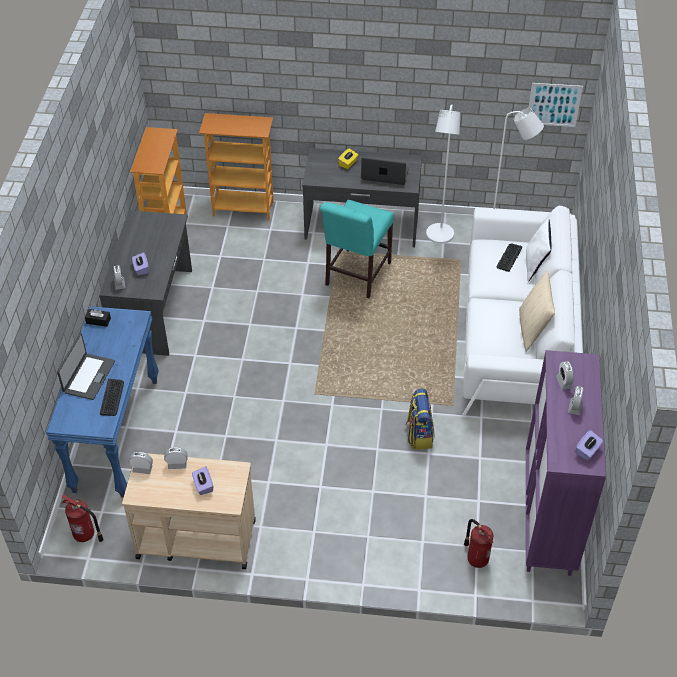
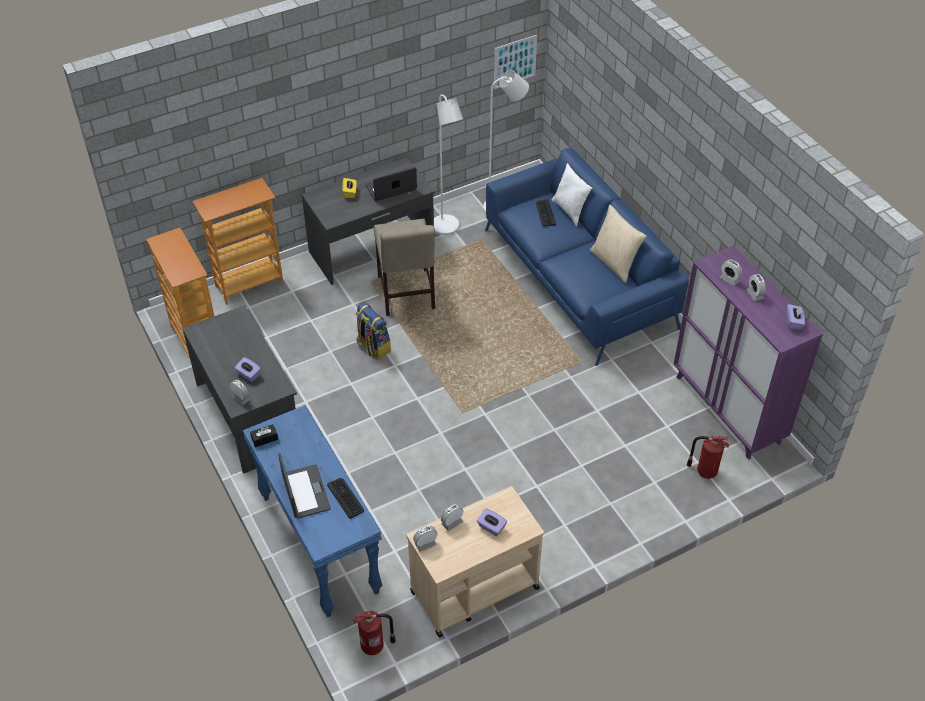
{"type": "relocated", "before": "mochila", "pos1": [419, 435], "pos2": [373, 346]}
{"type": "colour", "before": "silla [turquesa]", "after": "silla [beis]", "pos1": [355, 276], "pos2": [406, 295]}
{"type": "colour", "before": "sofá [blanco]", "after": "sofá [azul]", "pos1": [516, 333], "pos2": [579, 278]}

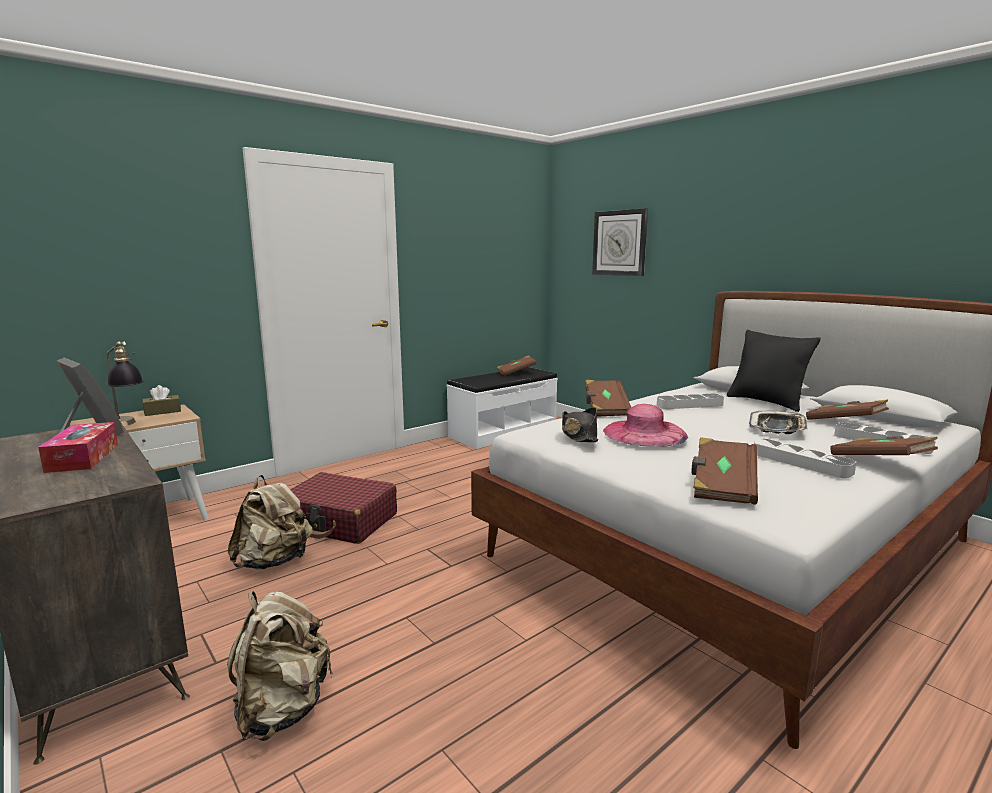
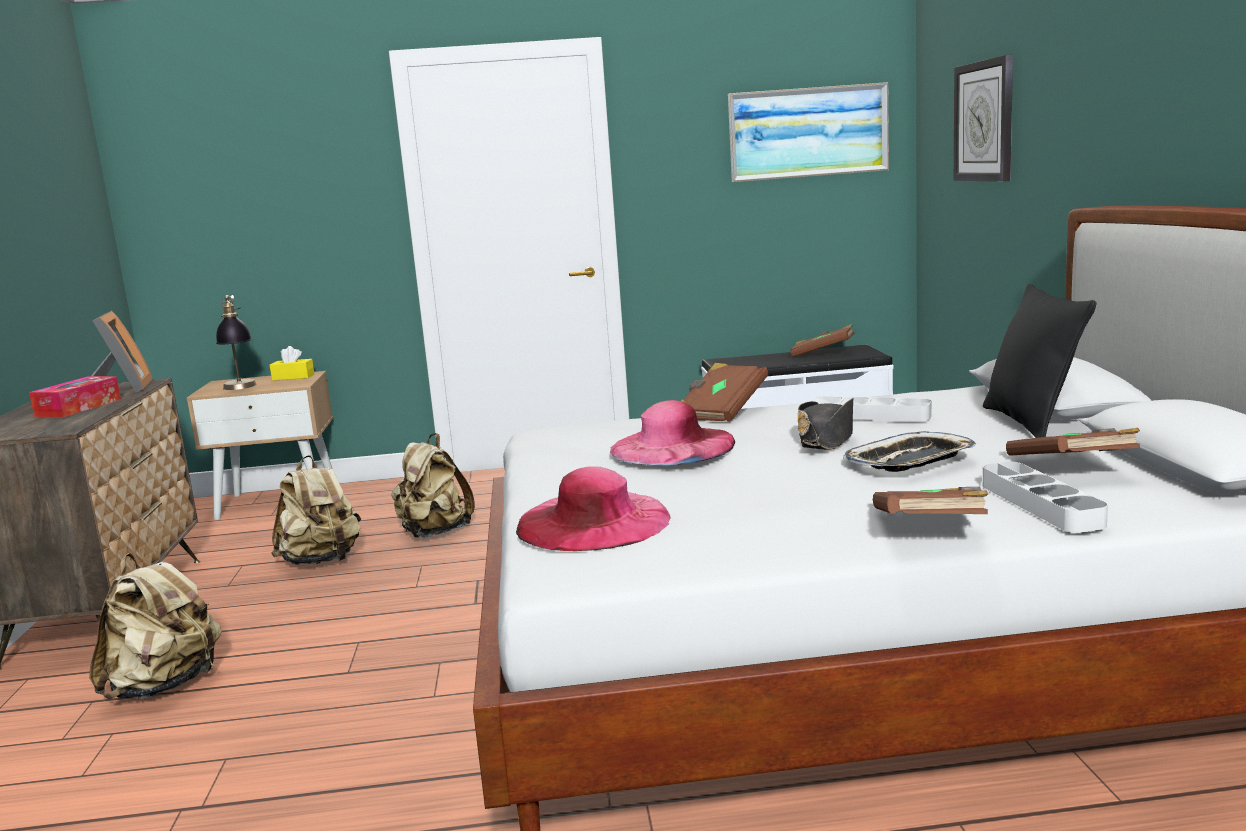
{"type": "colour", "before": "caja de pañuelos [marrón]", "after": "caja de pañuelos [amarillo]", "pos1": [162, 412], "pos2": [293, 377]}
{"type": "exchanged", "before": "maleta [rojo]", "after": "mochila [beis]", "pos1": [340, 521], "pos2": [434, 533]}
{"type": "exchanged", "before": "libro [marrón]", "after": "sombrero [rosa]", "pos1": [722, 487], "pos2": [593, 521]}
{"type": "appeared", "after": "cuadro", "pos2": [808, 132]}
{"type": "relocated", "before": "sombrero [negro]", "pos1": [579, 435], "pos2": [826, 439]}
{"type": "missing", "before": "bandeja [gris]", "pos1": [801, 463]}

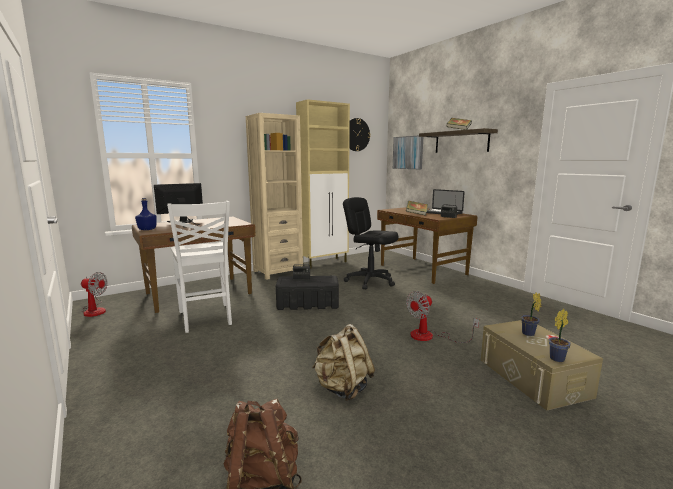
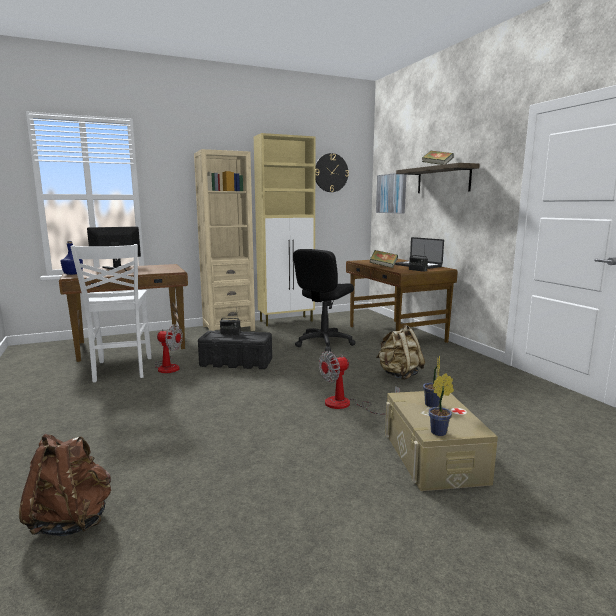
{"type": "relocated", "before": "ventilador", "pos1": [94, 310], "pos2": [167, 366]}
{"type": "spun", "before": "silla de oficina [negro]", "pos1": [370, 281], "pos2": [324, 343], "turn": -105}
{"type": "relocated", "before": "mochila [beis]", "pos1": [342, 388], "pos2": [399, 375]}

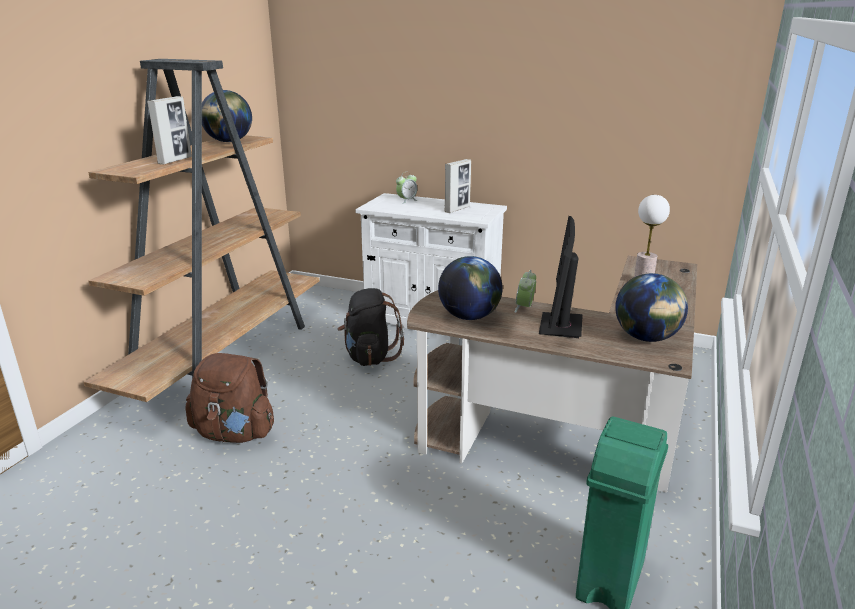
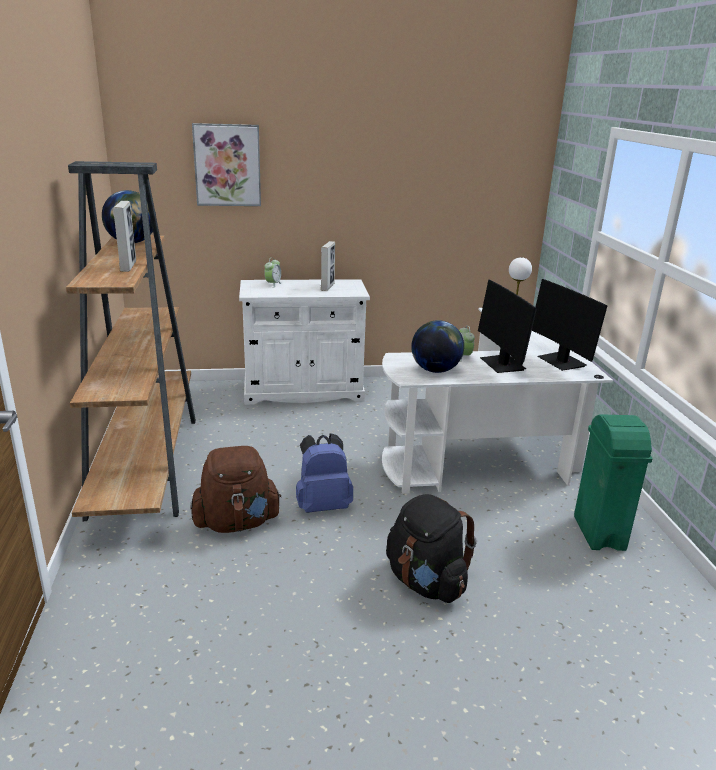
{"type": "appeared", "after": "cuadro", "pos2": [227, 165]}
{"type": "appeared", "after": "mochila [azul]", "pos2": [323, 505]}
{"type": "colour", "before": "escritorio [marrón]", "after": "escritorio [blanco]", "pos1": [575, 431], "pos2": [492, 449]}
{"type": "relocated", "before": "mochila [negro]", "pos1": [369, 356], "pos2": [426, 582]}
{"type": "exchanged", "before": "globo terráqueo", "after": "monitor", "pos1": [646, 338], "pos2": [561, 362]}

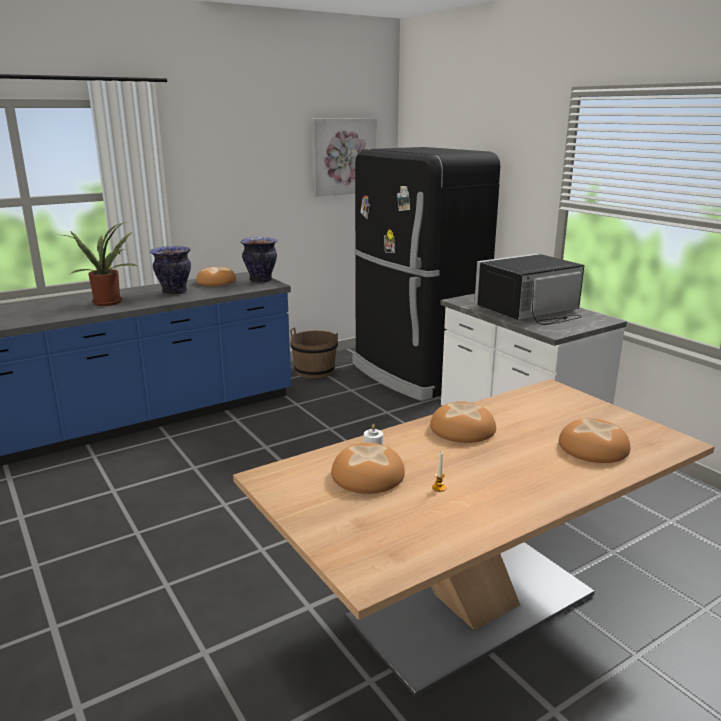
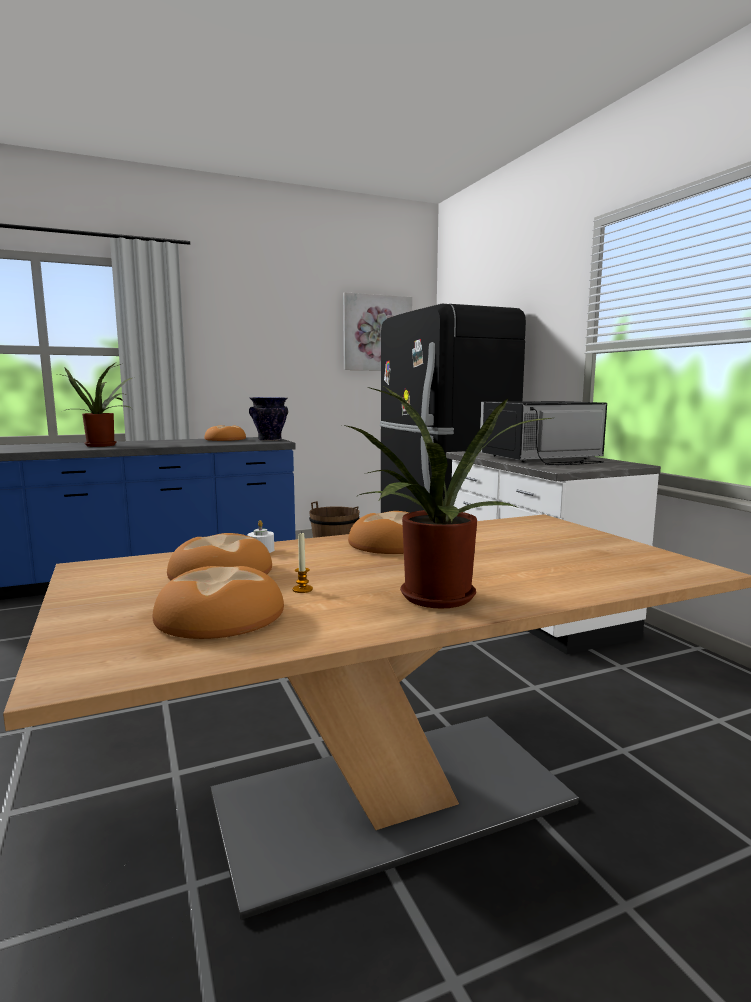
{"type": "relocated", "before": "pan", "pos1": [593, 447], "pos2": [221, 615]}
{"type": "appeared", "after": "planta en maceta", "pos2": [434, 600]}
{"type": "missing", "before": "florero", "pos1": [174, 292]}

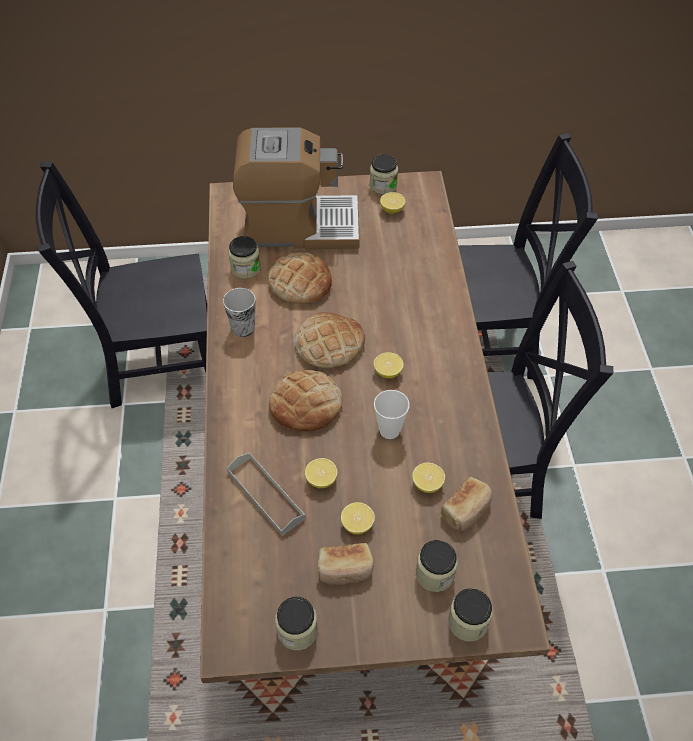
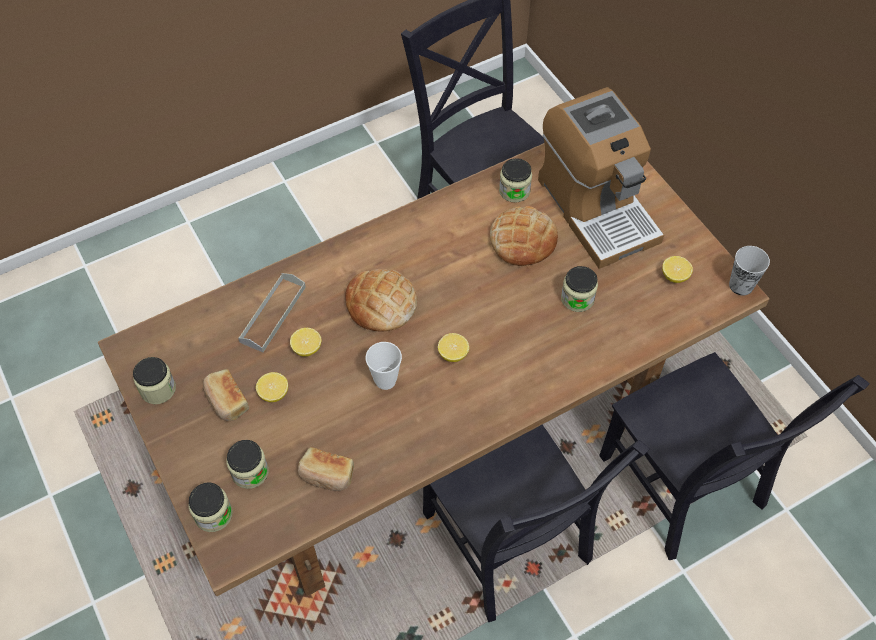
{"type": "relocated", "before": "tarro", "pos1": [383, 185], "pos2": [577, 298]}
{"type": "relocated", "before": "taza", "pos1": [243, 328], "pos2": [741, 285]}
{"type": "missing", "before": "pan", "pos1": [329, 344]}
{"type": "missing", "before": "limón", "pos1": [427, 484]}

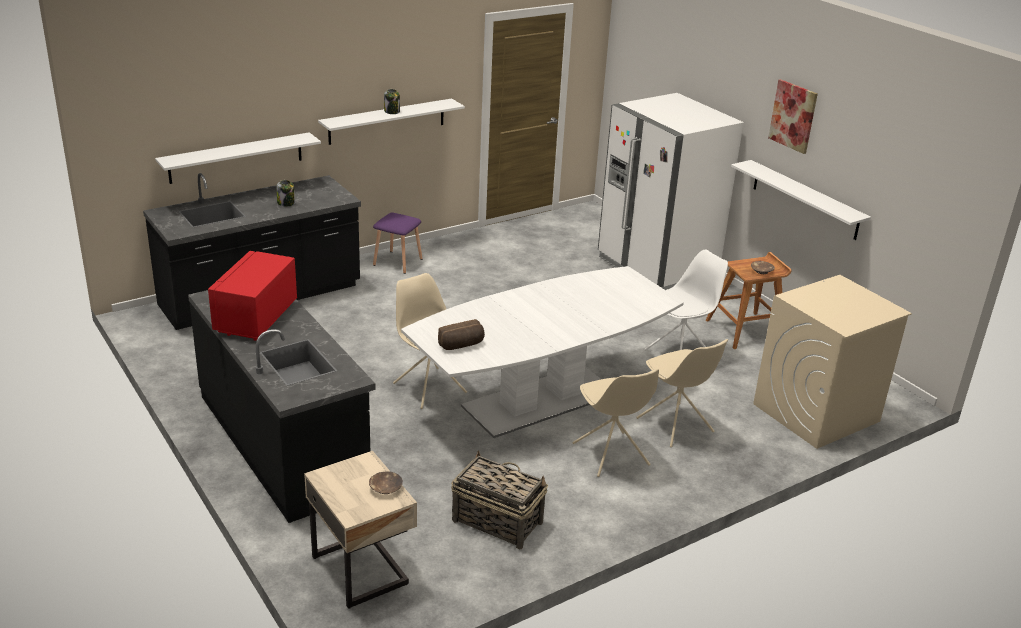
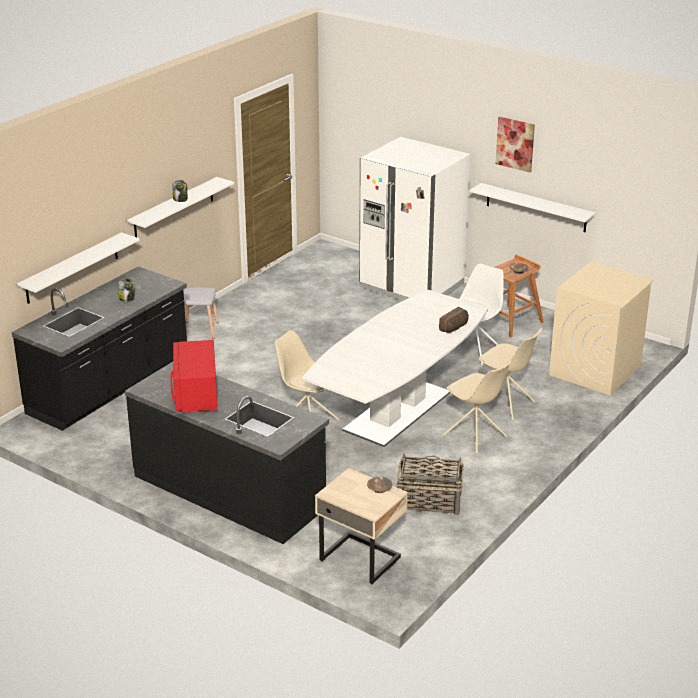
{"type": "colour", "before": "taburete [morado]", "after": "taburete [gris]", "pos1": [397, 262], "pos2": [200, 330]}
{"type": "relocated", "before": "pan", "pos1": [462, 345], "pos2": [455, 327]}

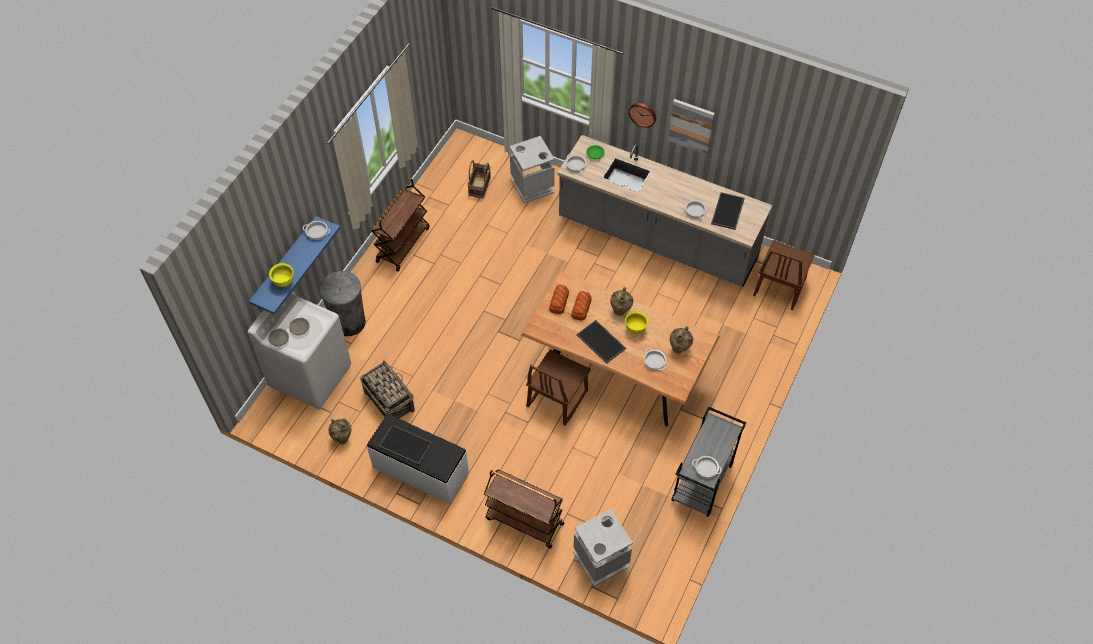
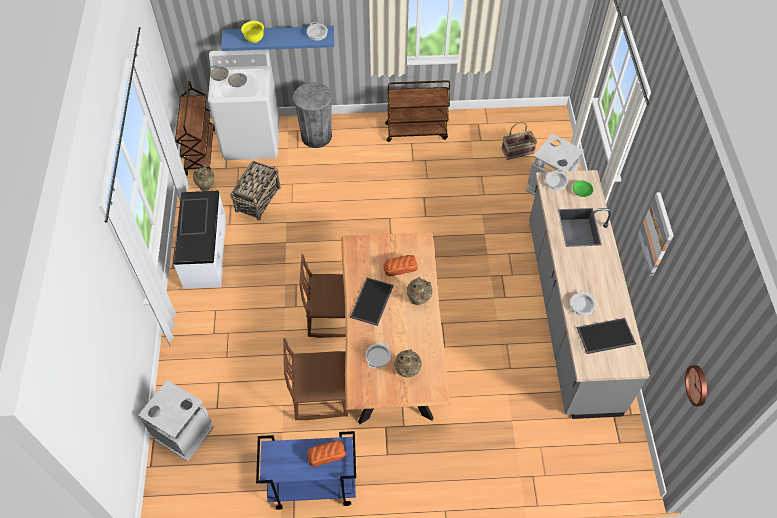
{"type": "relocated", "before": "carrito [marrón]", "pos1": [523, 521], "pos2": [200, 151]}
{"type": "colour", "before": "carrito [gris]", "after": "carrito [azul]", "pos1": [702, 483], "pos2": [312, 486]}
{"type": "relocated", "before": "silla [marrón]", "pos1": [778, 287], "pos2": [320, 395]}
{"type": "relocated", "before": "pan", "pos1": [558, 301], "pos2": [326, 454]}
{"type": "relocated", "before": "reloj de pared", "pos1": [643, 114], "pos2": [698, 385]}
{"type": "missing", "before": "cuenco [amarillo]", "pos1": [635, 328]}
{"type": "missing", "before": "olla", "pos1": [706, 468]}

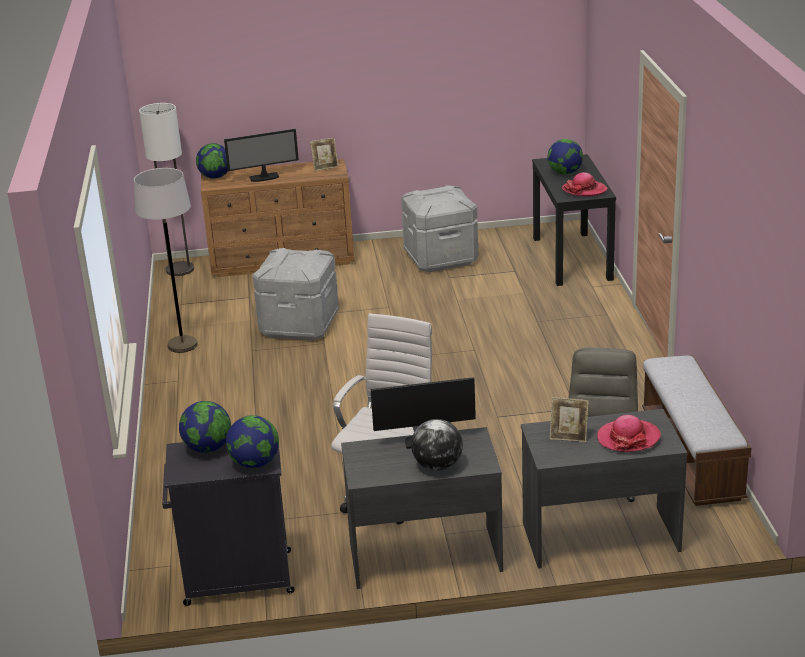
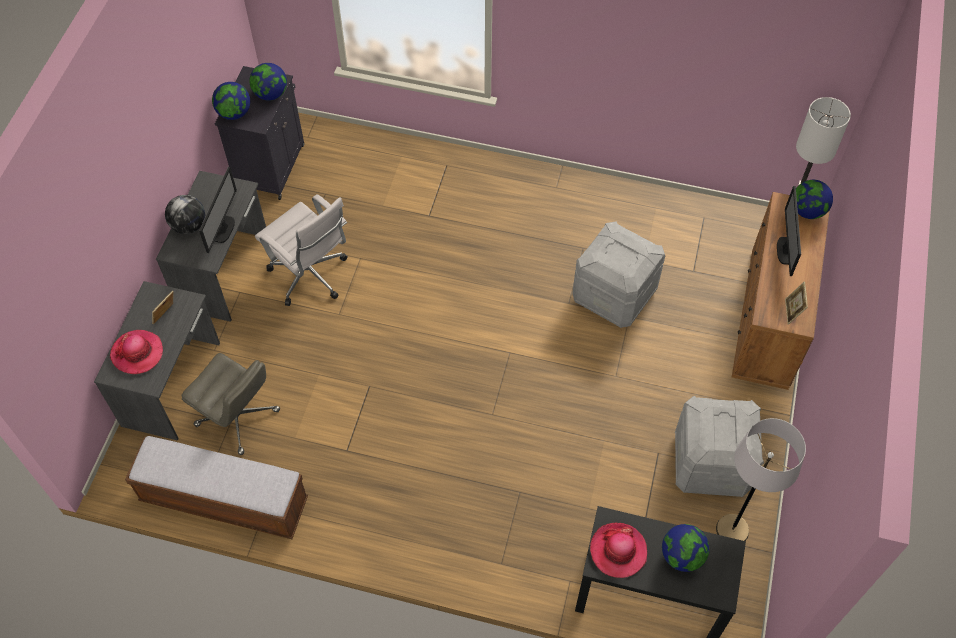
{"type": "relocated", "before": "lámpara de pie [gris]", "pos1": [182, 345], "pos2": [732, 530]}

